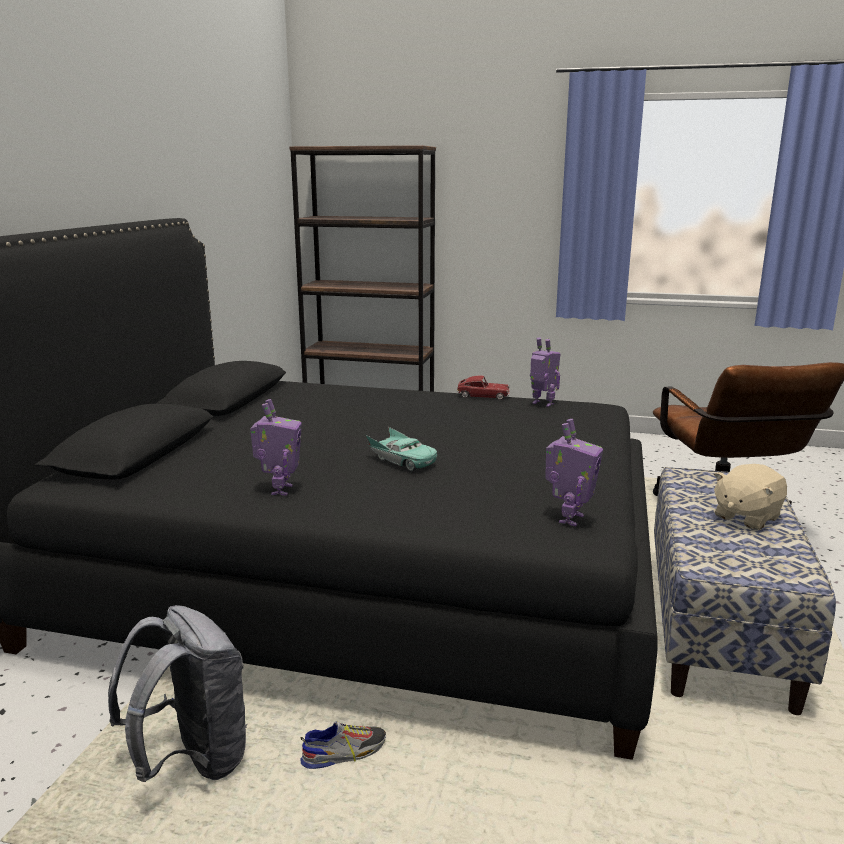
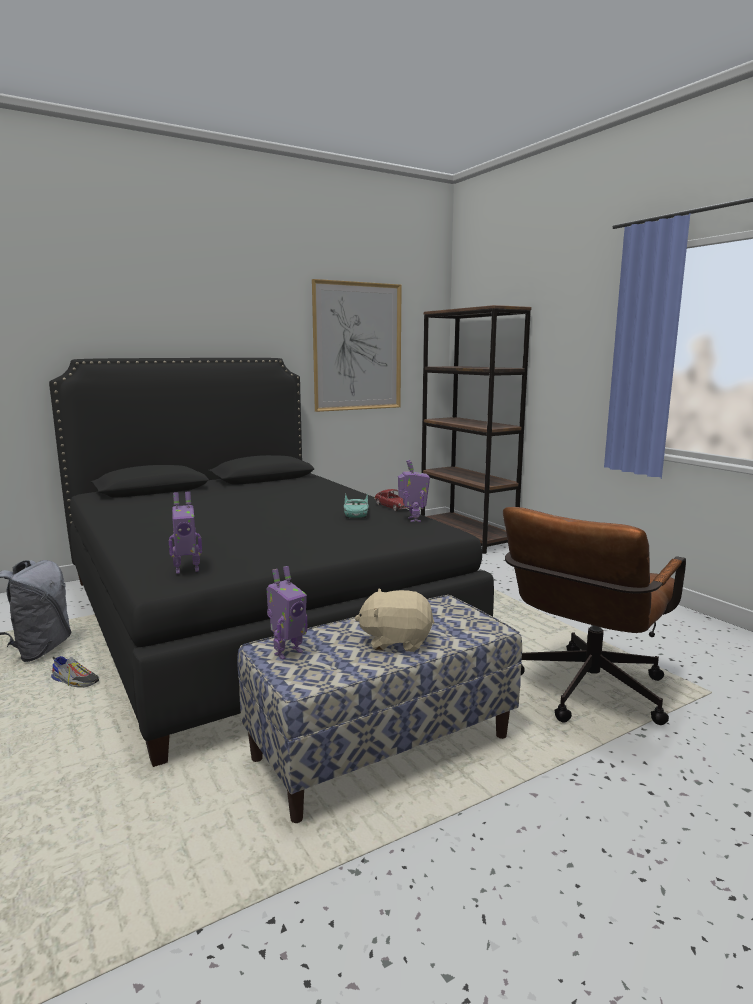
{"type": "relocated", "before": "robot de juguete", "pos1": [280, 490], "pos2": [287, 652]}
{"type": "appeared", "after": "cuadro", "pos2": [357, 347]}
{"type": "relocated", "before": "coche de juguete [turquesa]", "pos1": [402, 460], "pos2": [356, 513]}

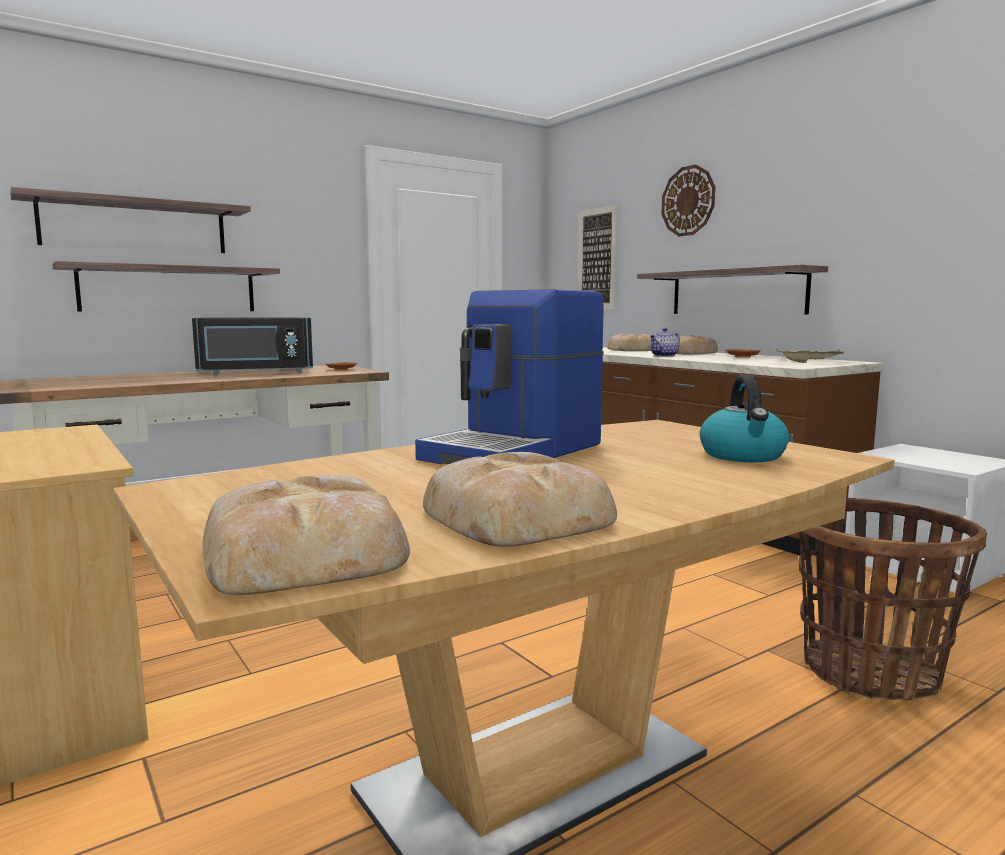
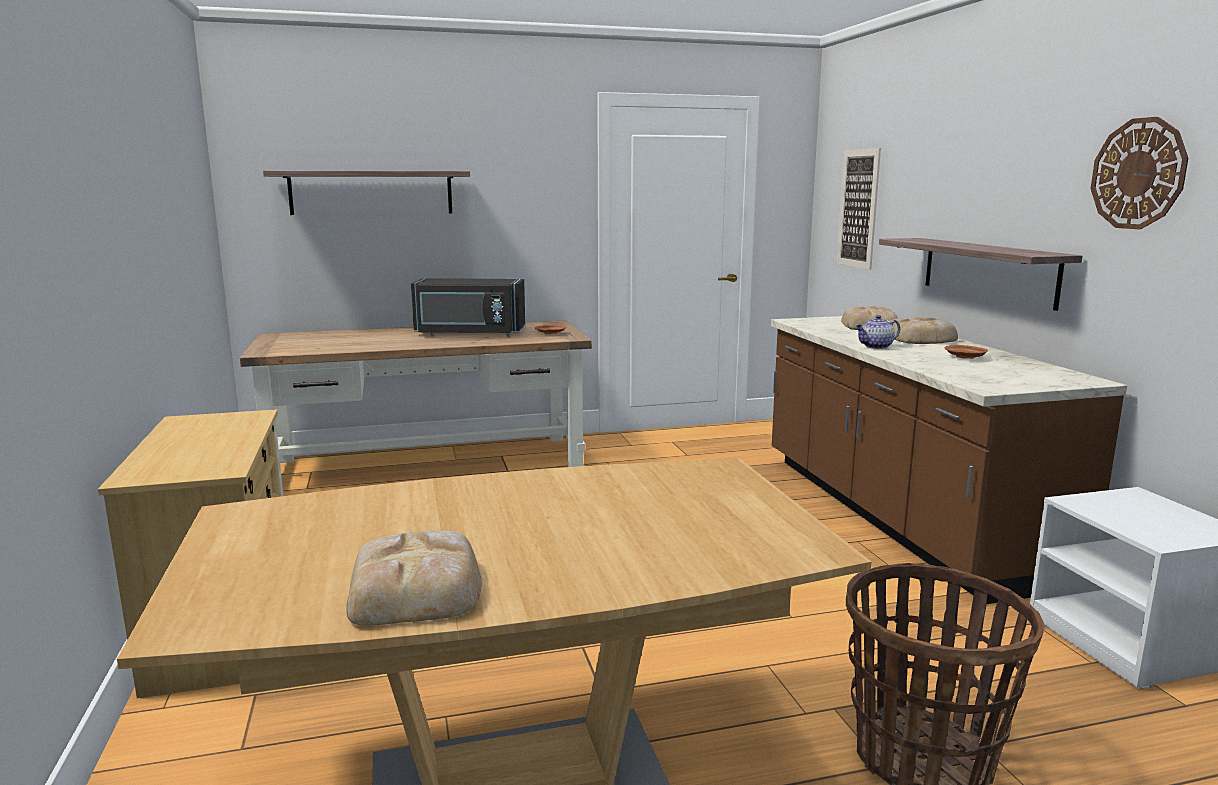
{"type": "relocated", "before": "reloj de pared", "pos1": [688, 201], "pos2": [1138, 174]}
{"type": "missing", "before": "estante", "pos1": [169, 289]}
{"type": "missing", "before": "pan", "pos1": [307, 552]}
{"type": "missing", "before": "cafetera", "pos1": [517, 451]}
{"type": "missing", "before": "hervidor", "pos1": [743, 456]}
{"type": "missing", "before": "bandeja [beis]", "pos1": [809, 362]}

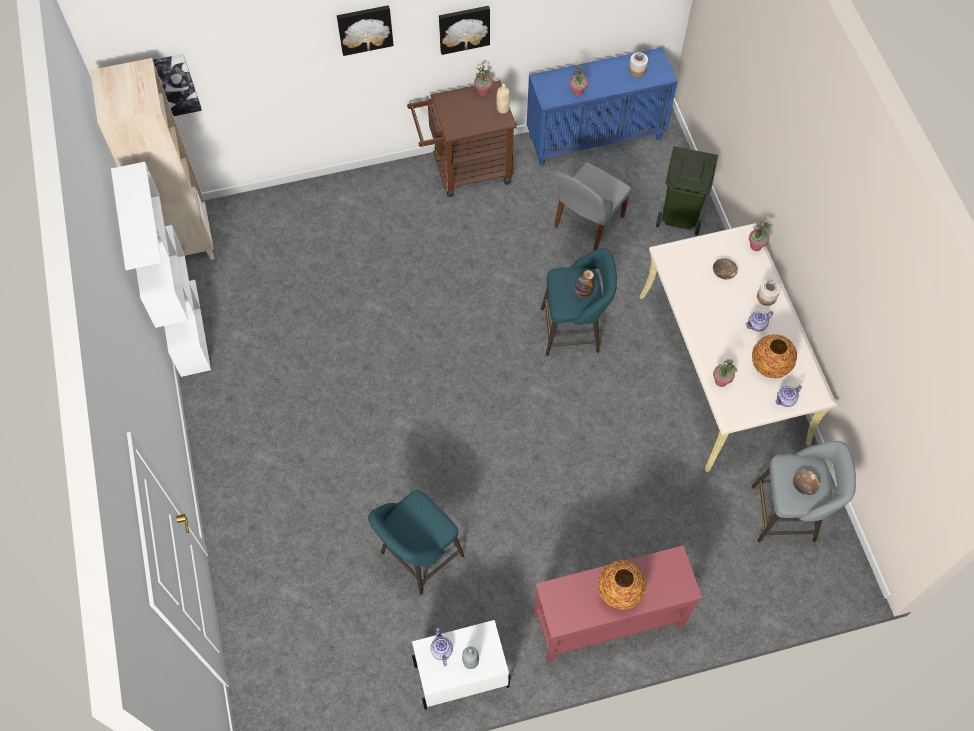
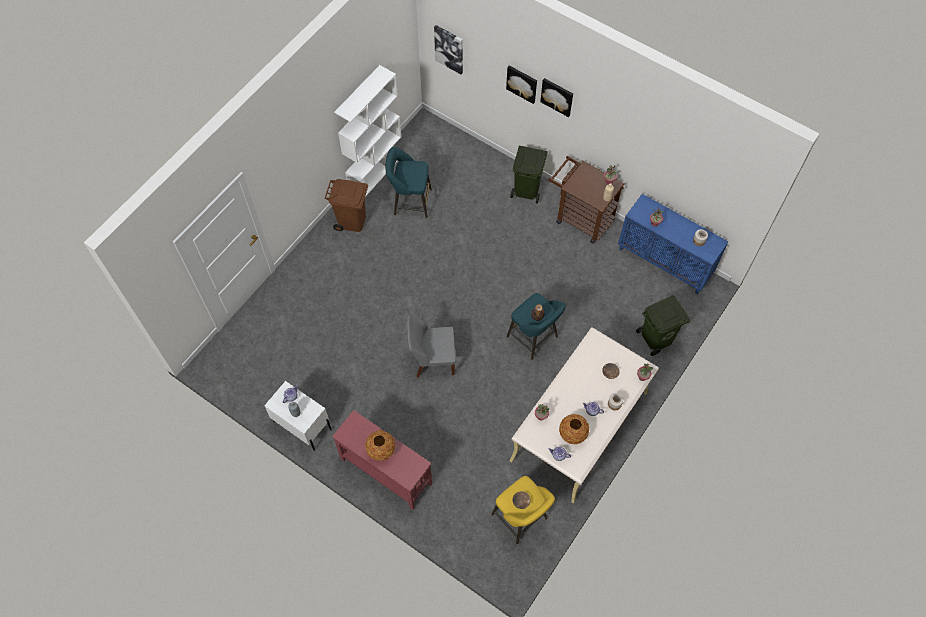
{"type": "appeared", "after": "papelera [marrón]", "pos2": [352, 221]}
{"type": "relocated", "before": "taburete [turquesa]", "pos1": [418, 557], "pos2": [410, 202]}
{"type": "relocated", "before": "silla [gris]", "pos1": [587, 223], "pos2": [432, 359]}
{"type": "colour", "before": "taburete [gris]", "after": "taburete [amarillo]", "pos1": [787, 514], "pos2": [521, 519]}
{"type": "relocated", "before": "cuadro", "pos1": [464, 28], "pos2": [522, 83]}
{"type": "appeared", "after": "papelera [verde]", "pos2": [527, 190]}
{"type": "missing", "before": "estantería [beis]", "pos1": [186, 240]}

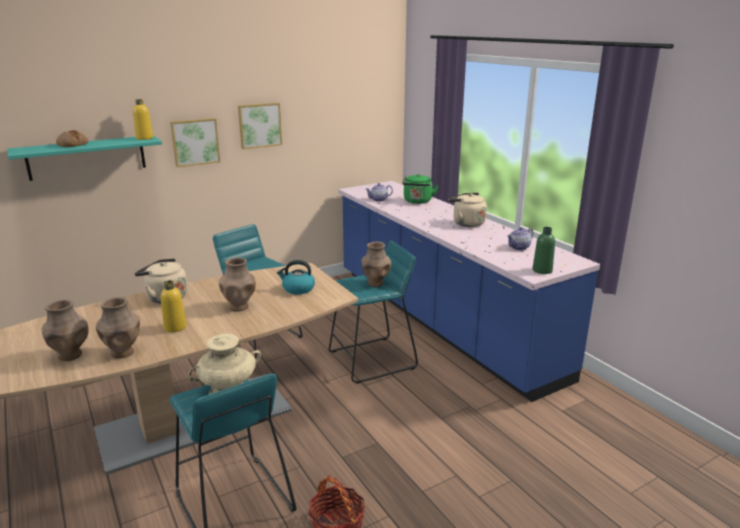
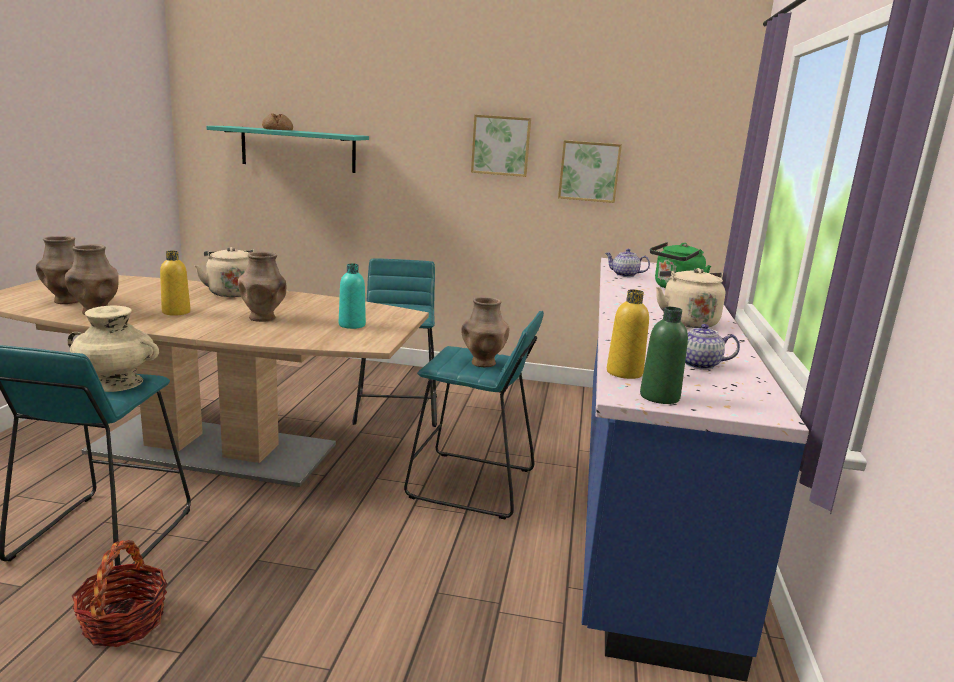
{"type": "exchanged", "before": "hervidor", "after": "botella [turquesa]", "pos1": [298, 289], "pos2": [352, 325]}
{"type": "relocated", "before": "cuadro", "pos1": [195, 142], "pos2": [589, 171]}
{"type": "relocated", "before": "botella [amarillo]", "pos1": [144, 138], "pos2": [624, 373]}

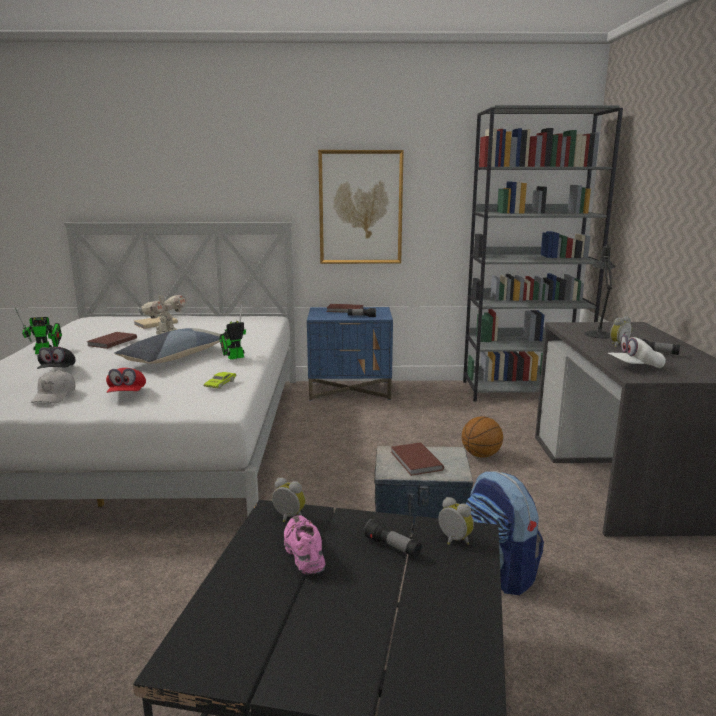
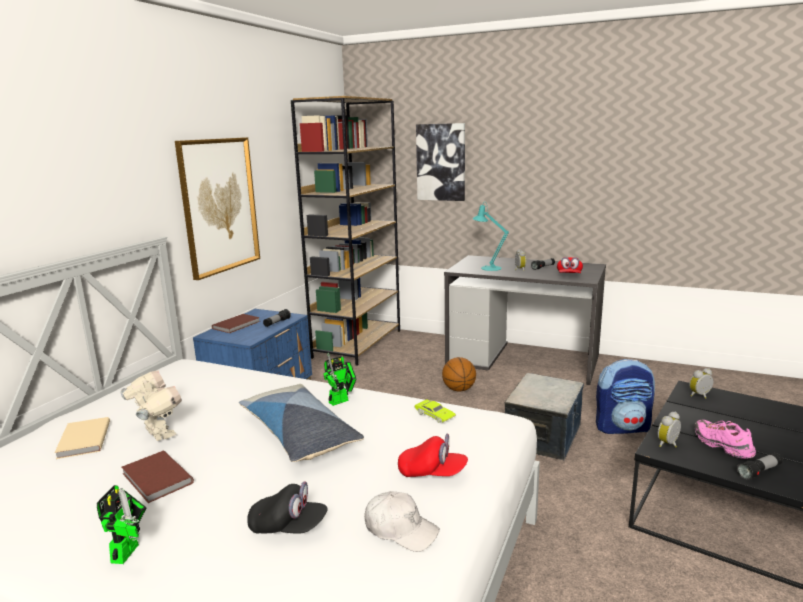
{"type": "colour", "before": "estantería [gris]", "after": "estantería [marrón]", "pos1": [523, 390], "pos2": [357, 343]}
{"type": "spun", "before": "robot de juguete", "pos1": [233, 358], "pos2": [341, 400], "turn": -120}
{"type": "appeared", "after": "cuadro", "pos2": [441, 162]}
{"type": "colour", "before": "lámpara de mesa [negro]", "after": "lámpara de mesa [turquesa]", "pos1": [598, 333], "pos2": [488, 268]}
{"type": "colour", "before": "gorra [blanco]", "after": "gorra [rojo]", "pos1": [635, 367], "pos2": [569, 276]}
{"type": "spun", "before": "zapato [rosa]", "pos1": [304, 553], "pos2": [722, 446], "turn": 60}
{"type": "relocated", "before": "linterna", "pos1": [392, 547], "pos2": [759, 472]}
{"type": "missing", "before": "libro [marrón]", "pos1": [415, 461]}

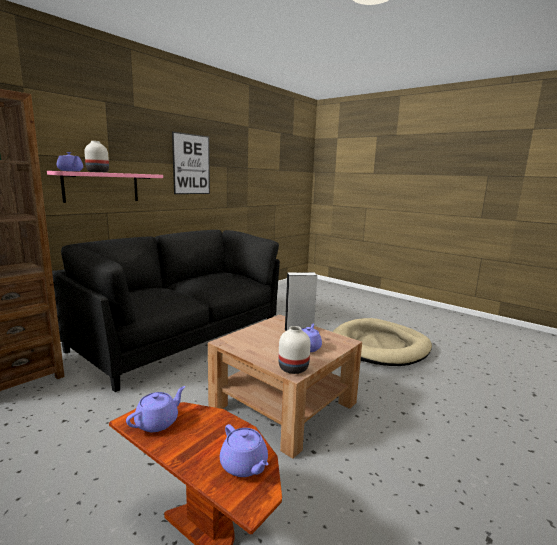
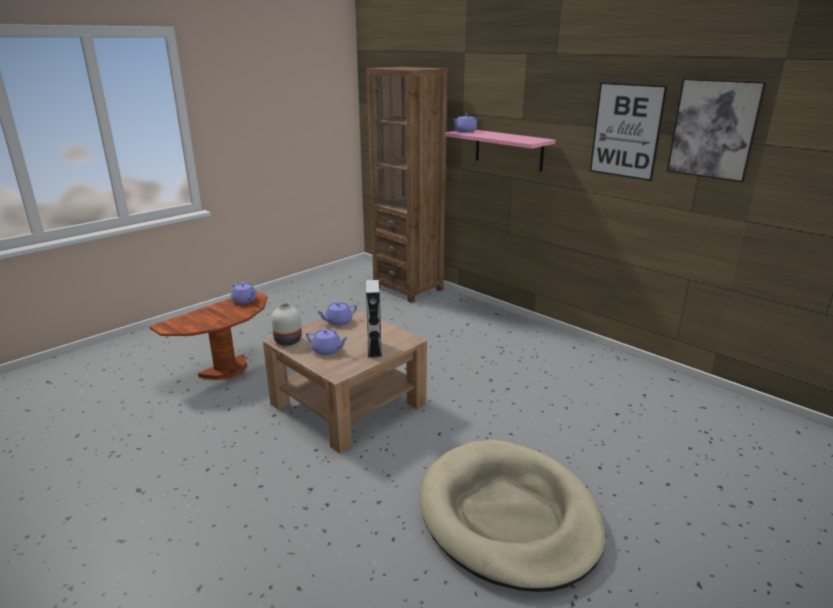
{"type": "relocated", "before": "tetera [morado]", "pos1": [244, 465], "pos2": [338, 321]}
{"type": "appeared", "after": "cuadro", "pos2": [714, 129]}
{"type": "missing", "before": "sofá [negro]", "pos1": [179, 338]}
{"type": "missing", "before": "florero [blanco]", "pos1": [98, 172]}

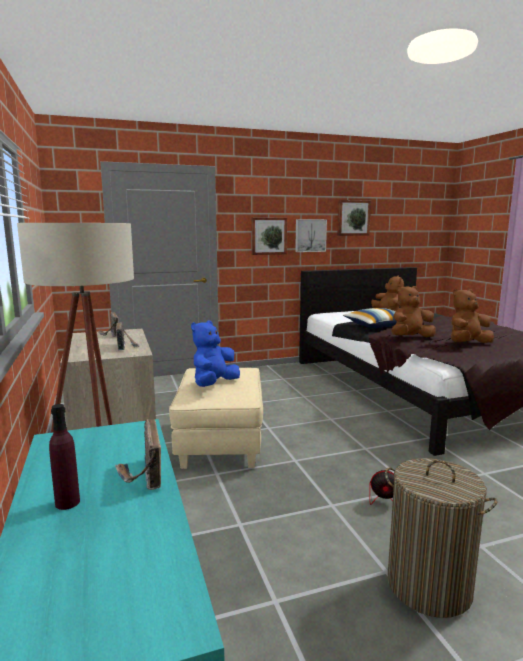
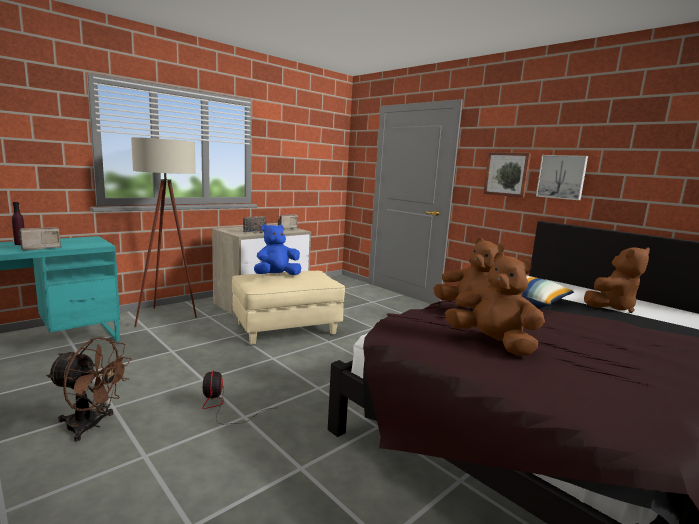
{"type": "exchanged", "before": "cesto de la ropa", "after": "ventilador [marrón]", "pos1": [428, 586], "pos2": [91, 426]}
{"type": "spun", "before": "peluche [azul]", "pos1": [214, 384], "pos2": [276, 276], "turn": -45}
{"type": "missing", "before": "cuadro", "pos1": [353, 218]}

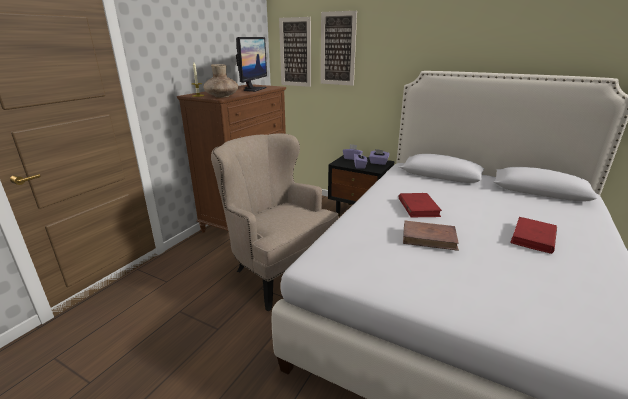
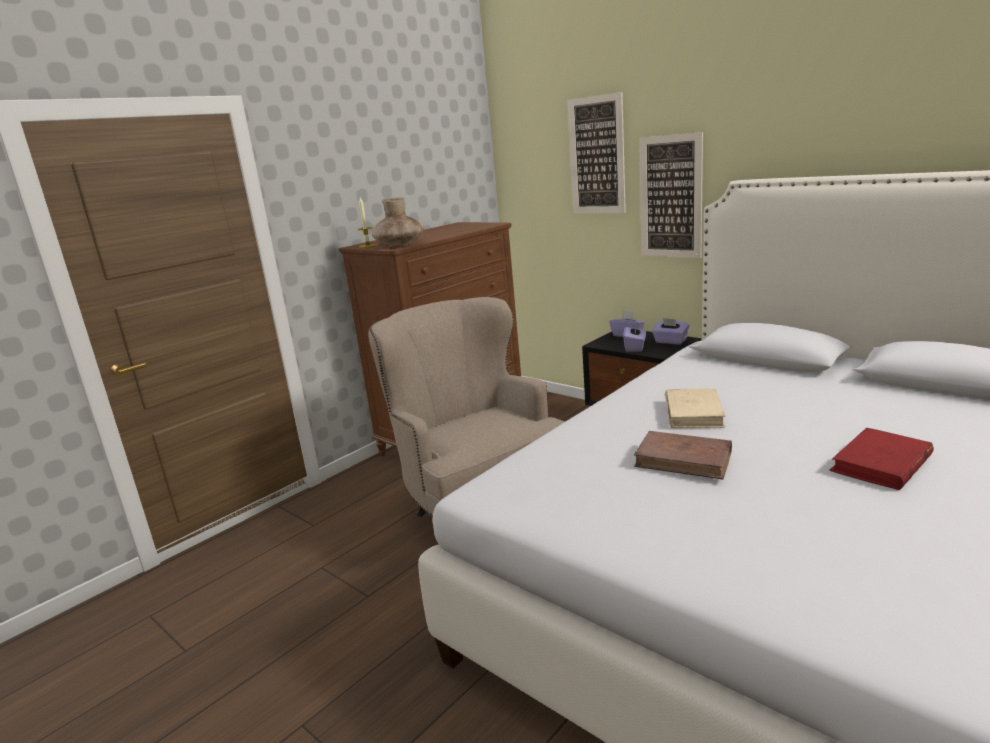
{"type": "relocated", "before": "cuadro", "pos1": [295, 52], "pos2": [670, 197]}
{"type": "colour", "before": "libro [rojo]", "after": "libro [beis]", "pos1": [418, 207], "pos2": [693, 412]}
{"type": "missing", "before": "monitor", "pos1": [253, 89]}

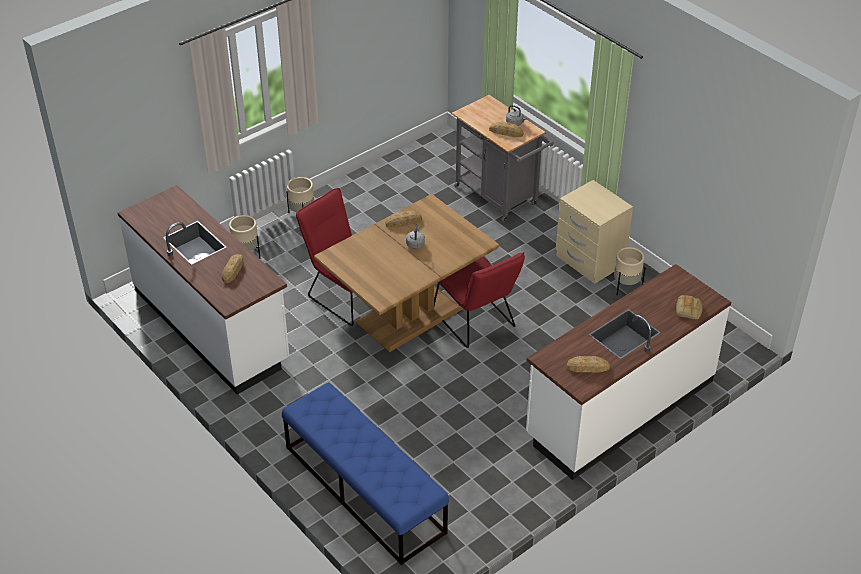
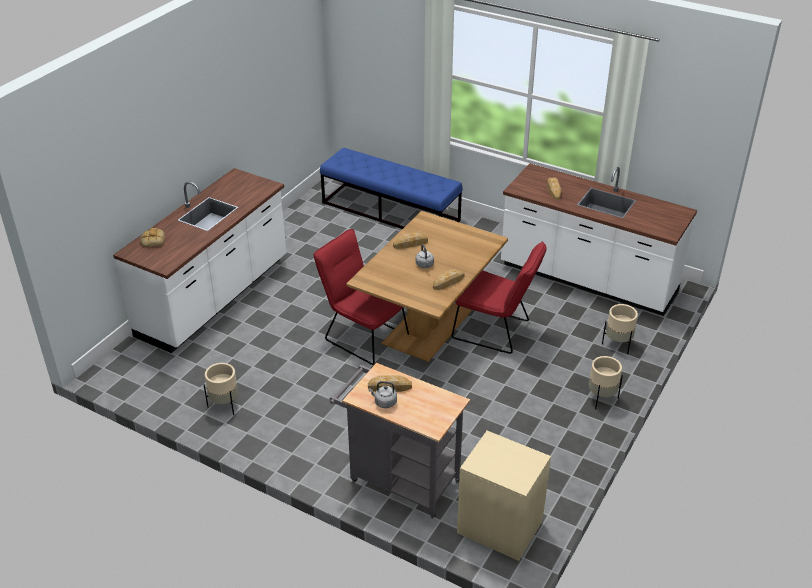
{"type": "relocated", "before": "pan", "pos1": [587, 367], "pos2": [410, 243]}
{"type": "relocated", "before": "mesita de noche [beis]", "pos1": [589, 261], "pos2": [500, 526]}

